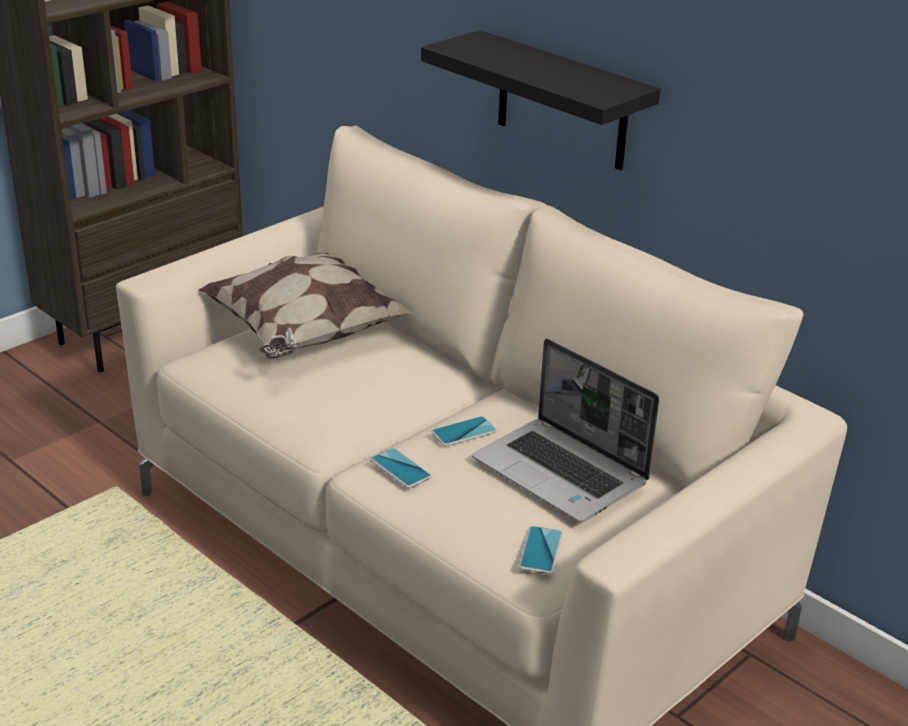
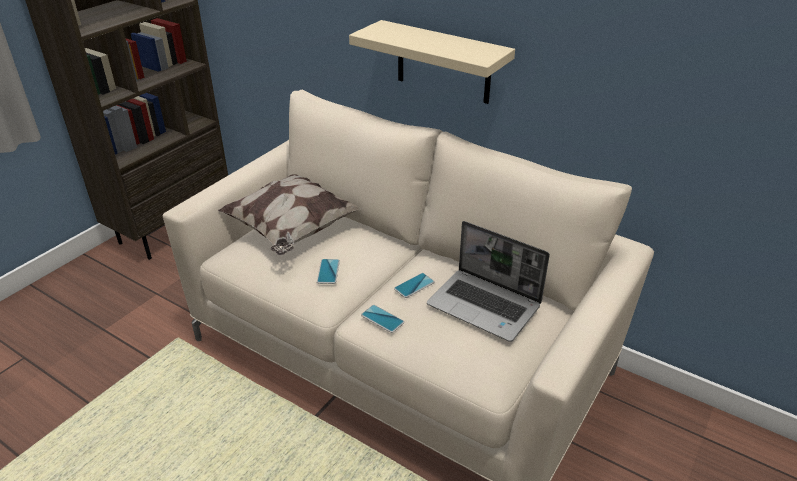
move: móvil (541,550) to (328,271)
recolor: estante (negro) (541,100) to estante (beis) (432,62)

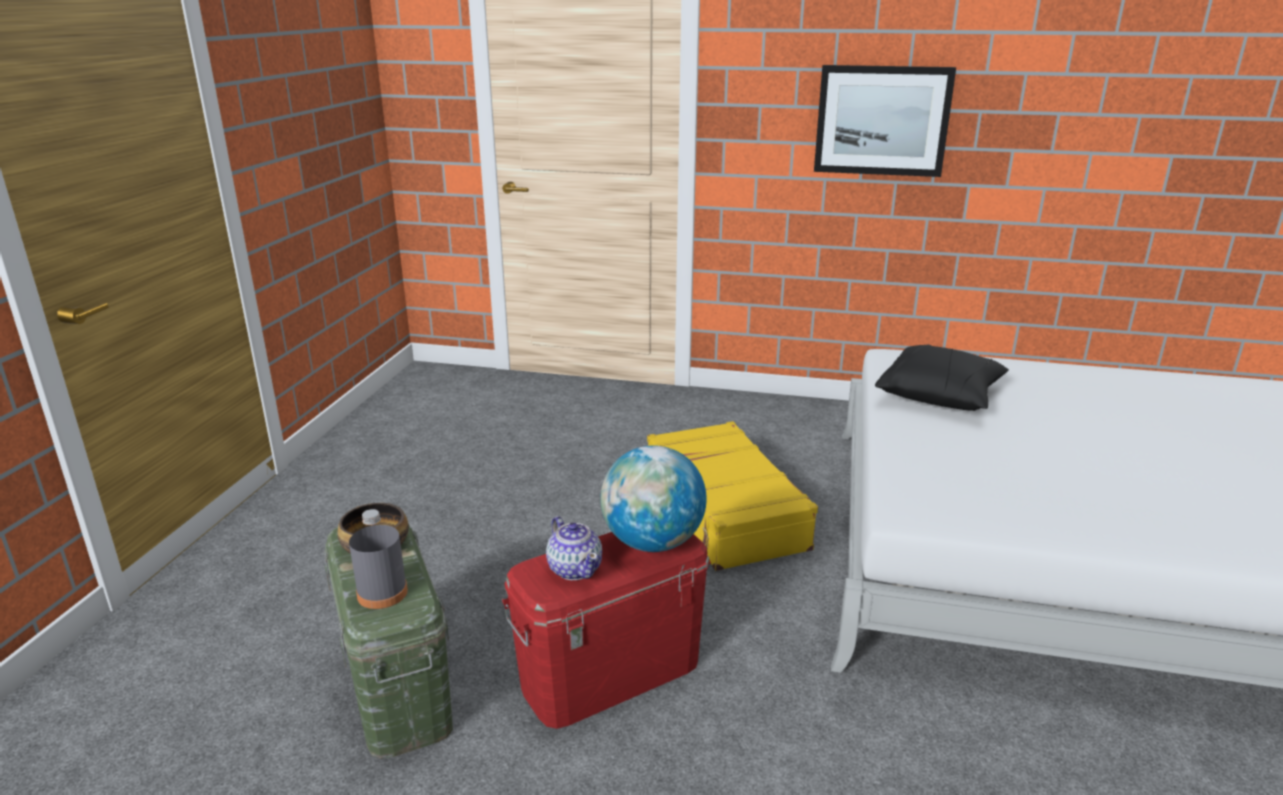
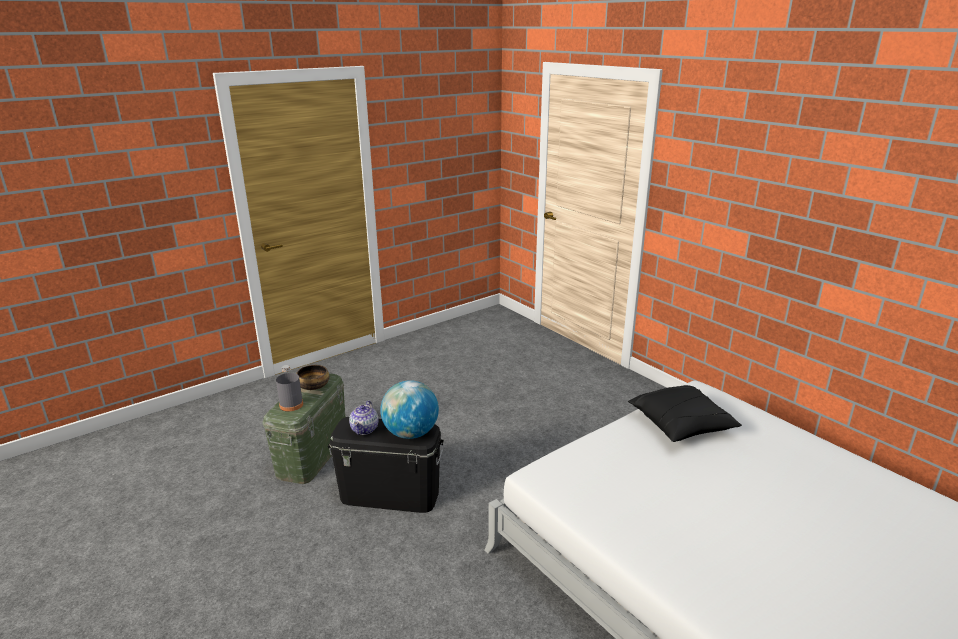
delete: cuadro (885,121); maleta (amarillo) (732,496)
recolor: caja de almacenaje (rojo) (606,630) to caja de almacenaje (negro) (386,465)

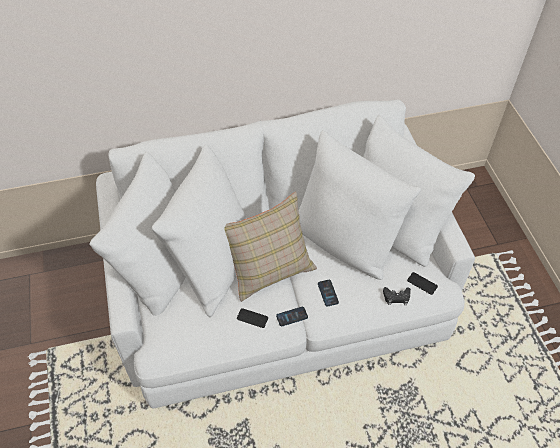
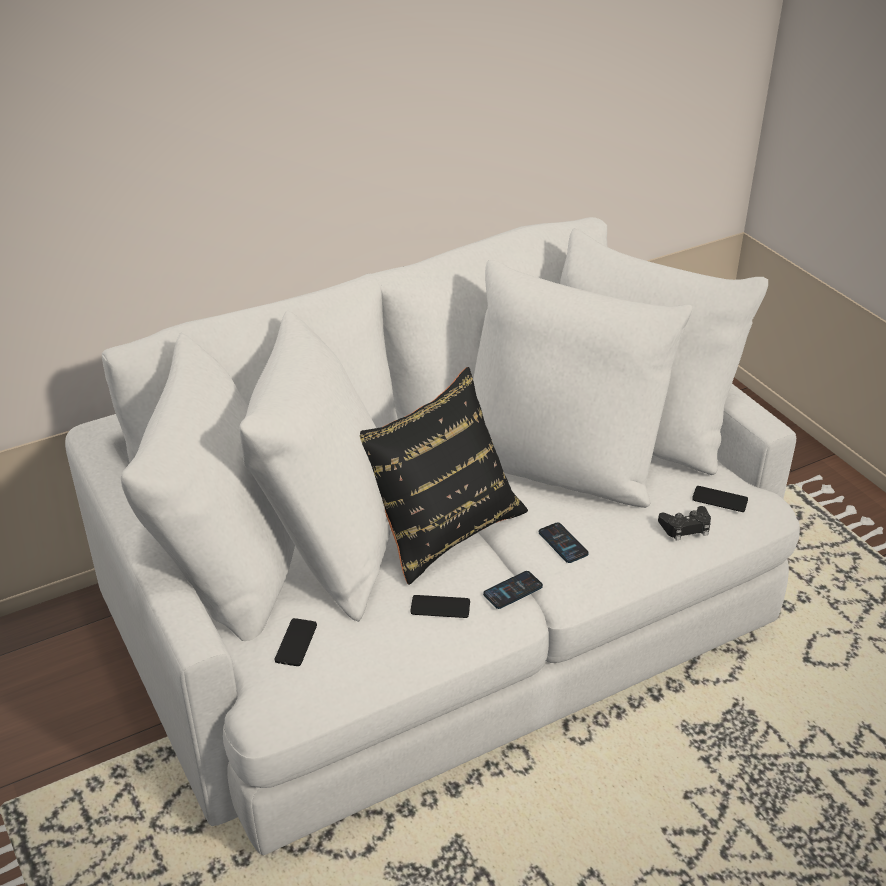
insert: móvil (296,642)
recolor: cojín (beis) (271,247) to cojín (negro) (444,476)

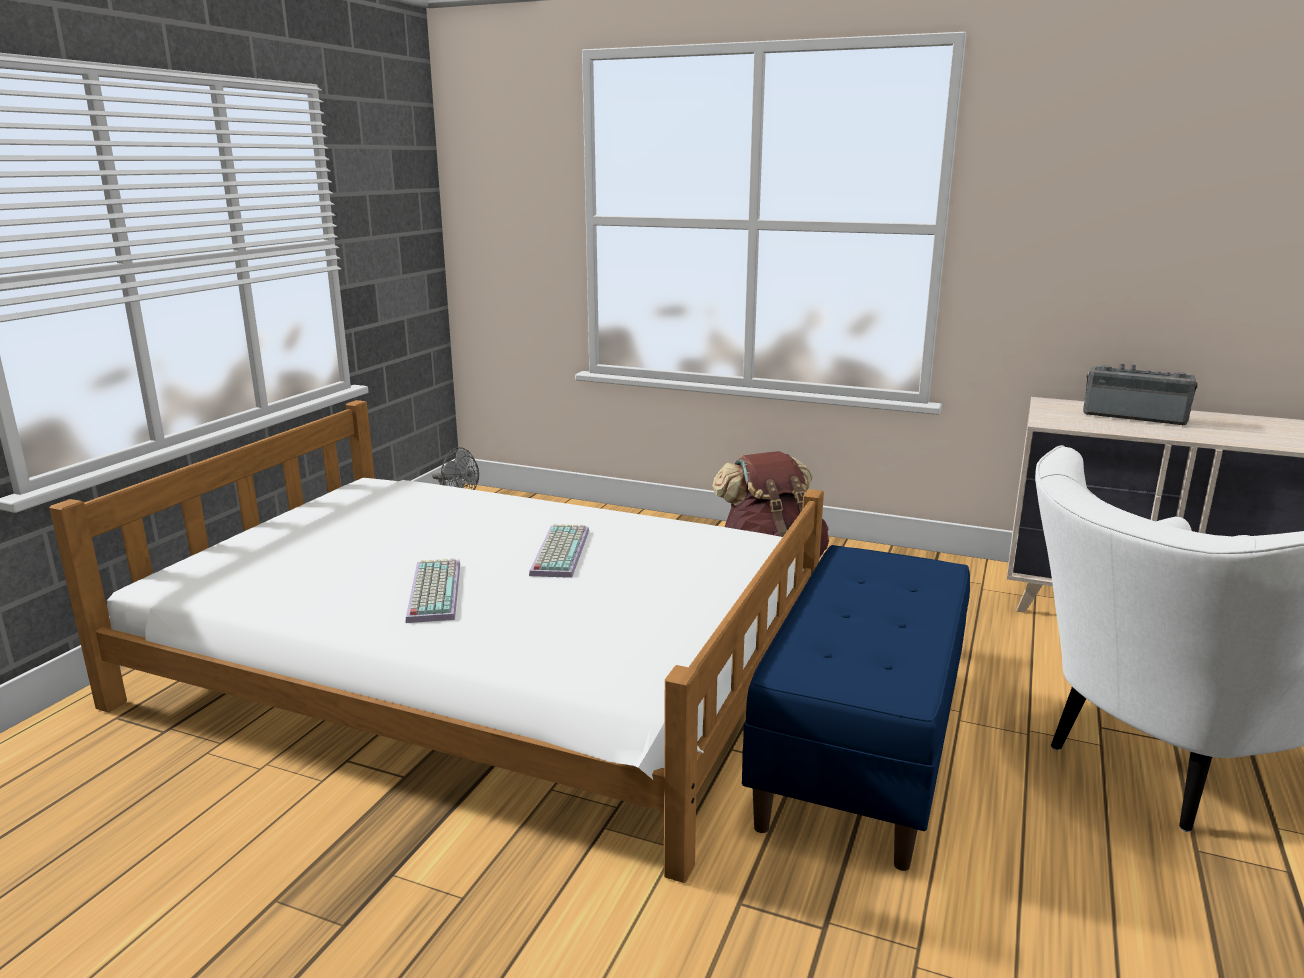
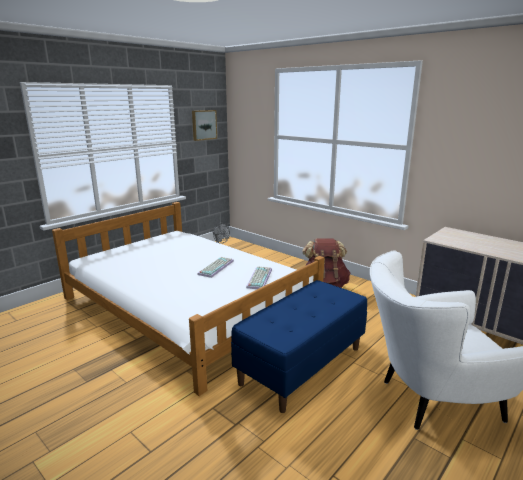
delete: radio (1140,395)
insert: cuadro (204,125)
move: teclado (432,590) to (259,277)

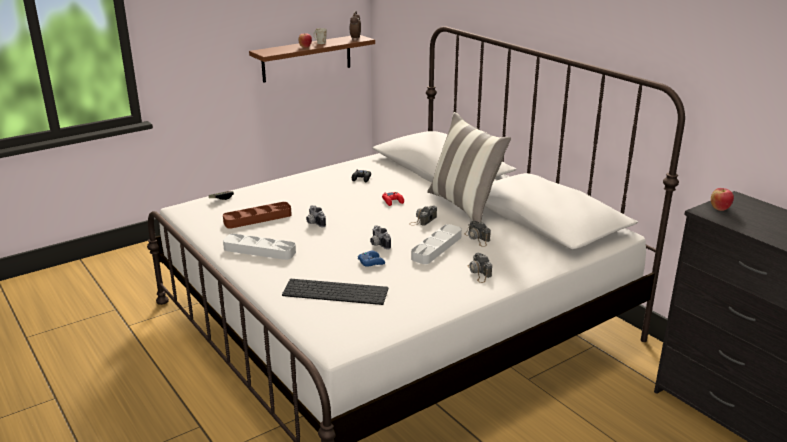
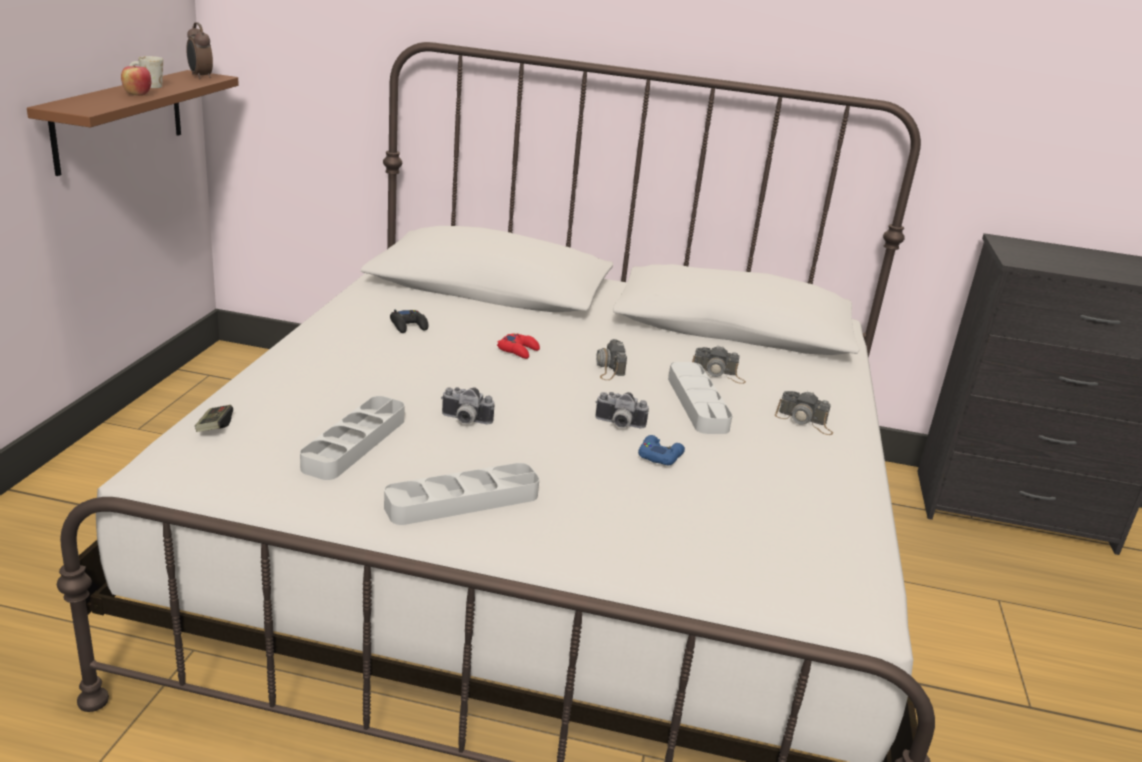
delete: cojín (469,167); manzana (722,199); teclado (335,292)
recolor: bandeja (marrón) (257,215) to bandeja (gris) (352,438)

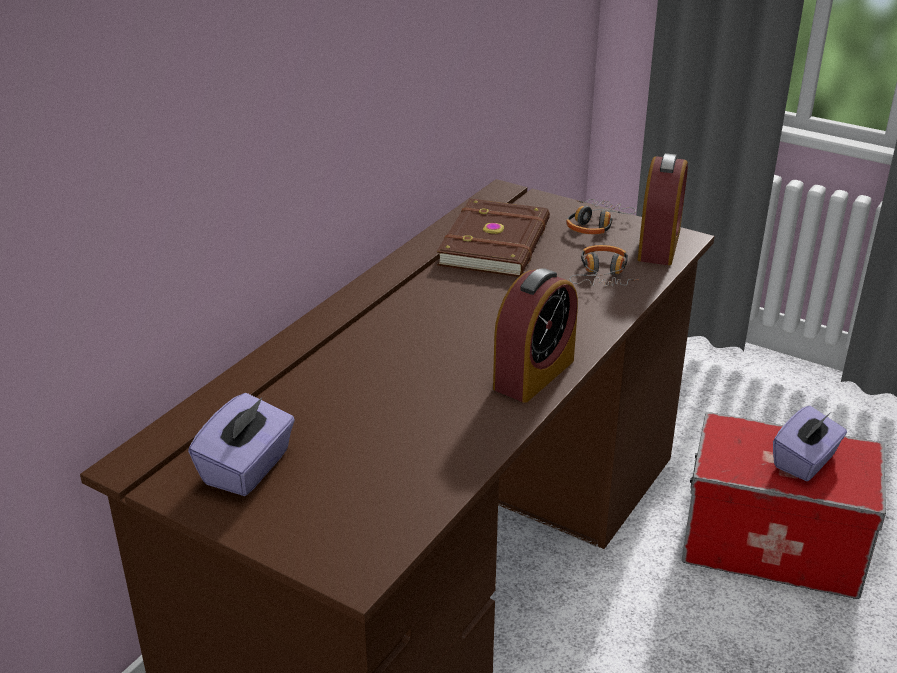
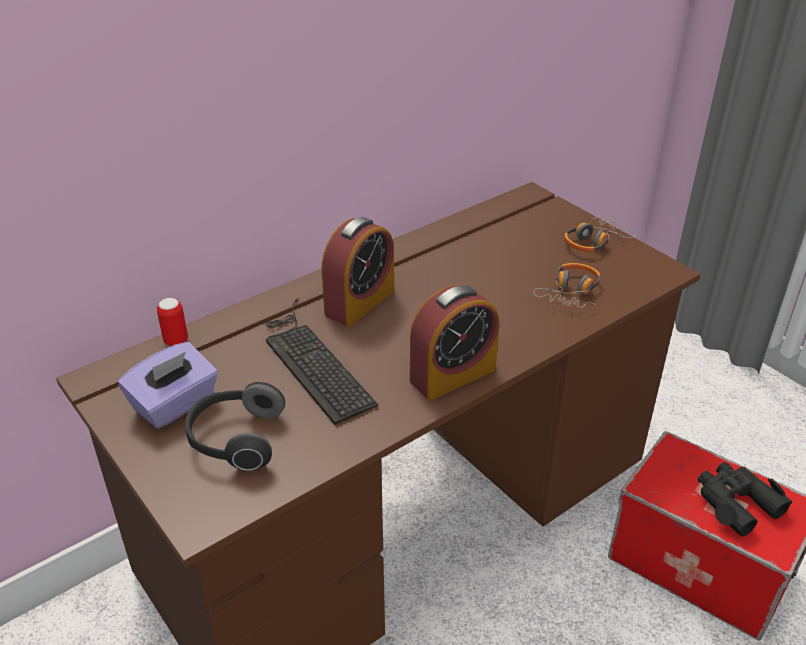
delete: libro (marrón) (493,237)
insert: lata (172,322); teclado (321,361); auriculares (235,426)
move: despertador (663,209) to (357,272)
replace: caja de pañuelos (morado) (810,443) to prismáticos (negro) (745,499)

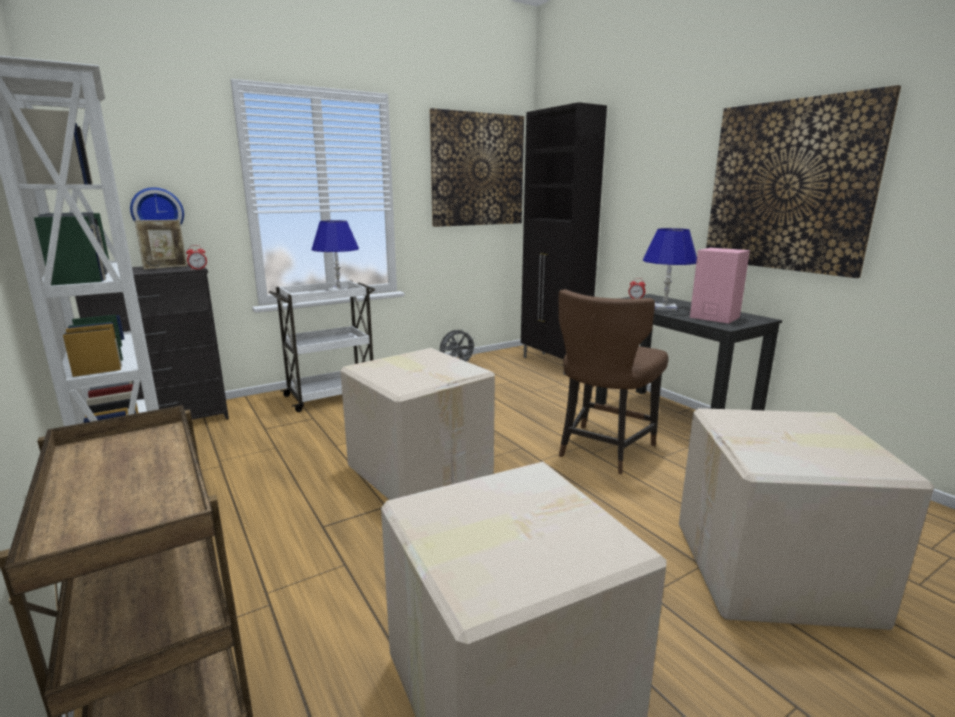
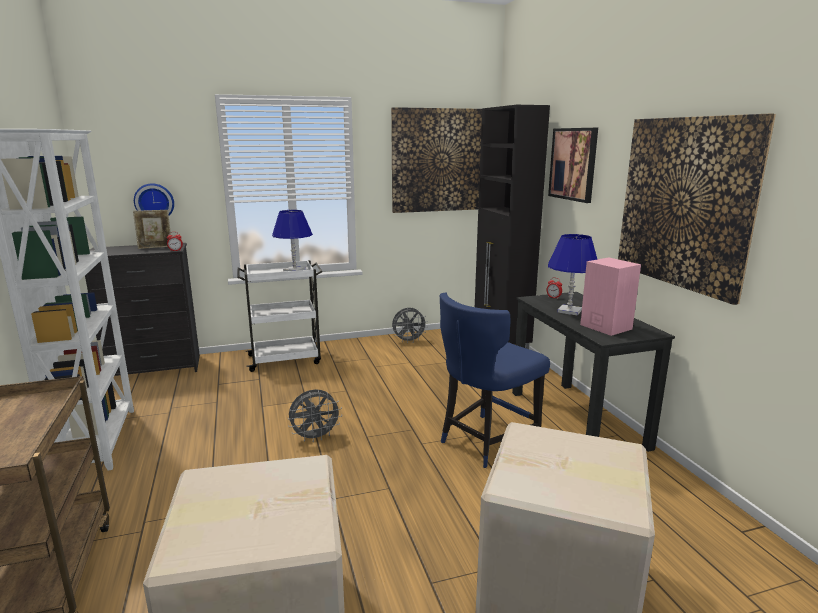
insert: cuadro (573,165)
replace: caja de cartón (417,424) to ventilador (gris) (315,415)
recolor: silla (marrón) (613,381) to silla (azul) (495,380)

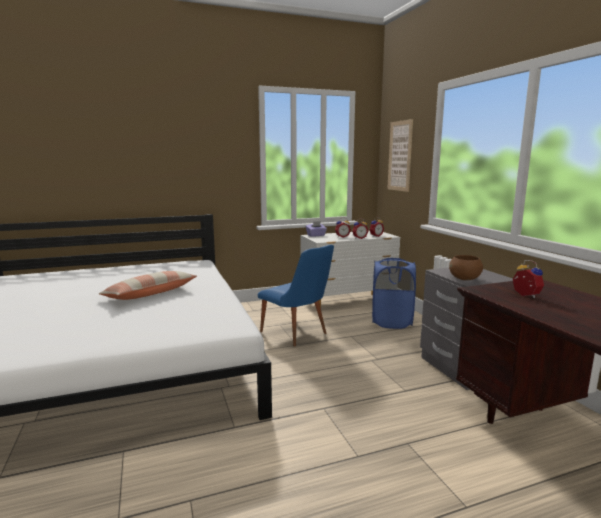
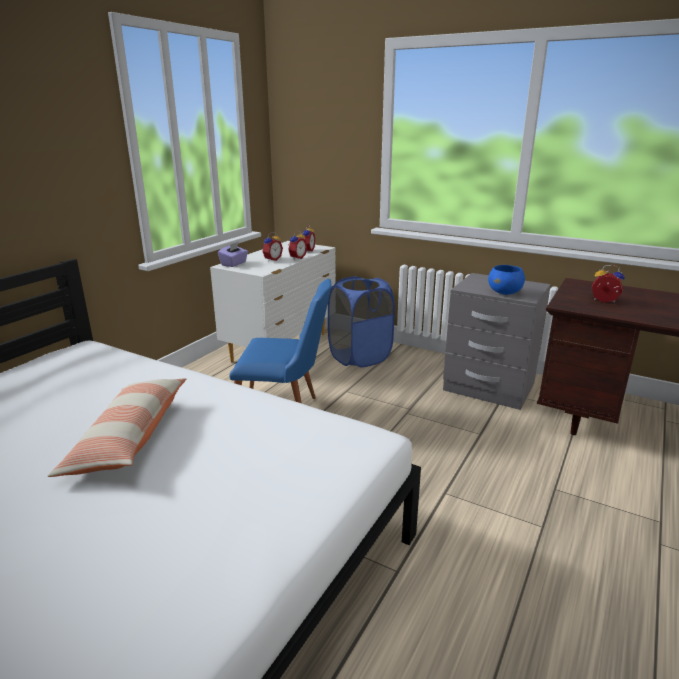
delete: cuadro (400,155)
recolor: cuenco (marrón) (466,267) to cuenco (azul) (506,280)

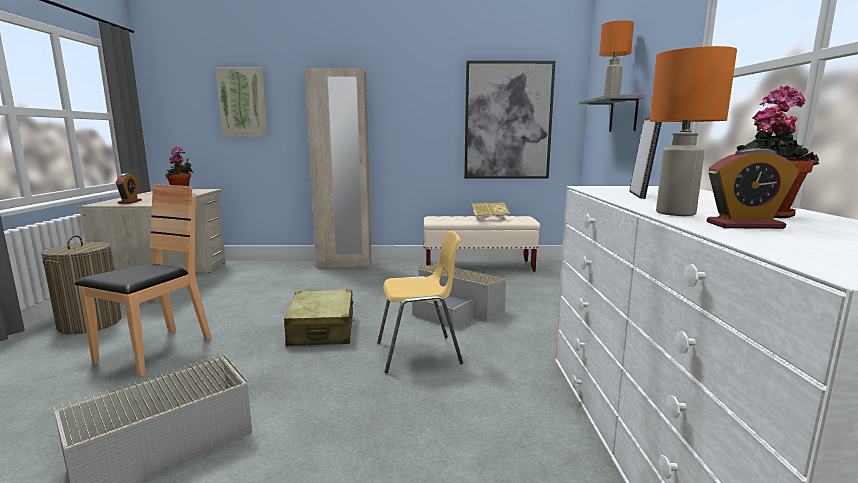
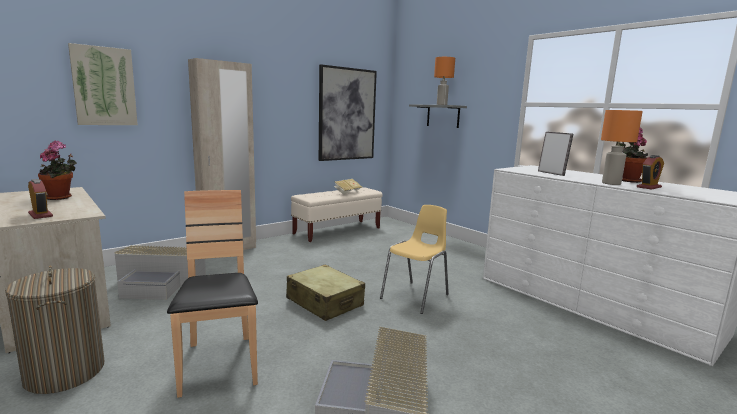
move: caja de almacenaje (gris) (459,296) to (160,272)

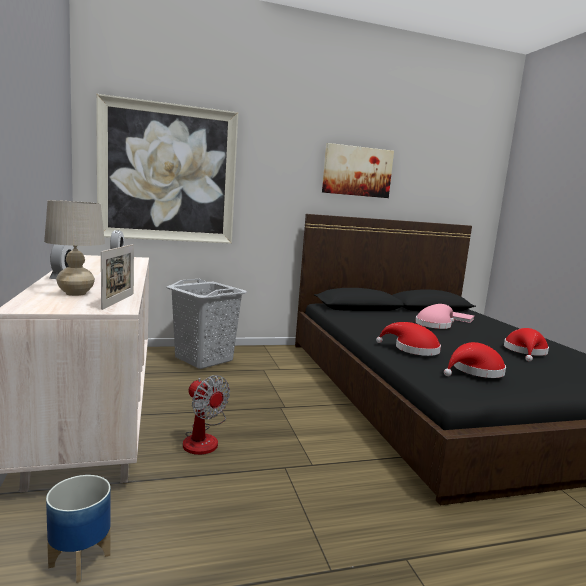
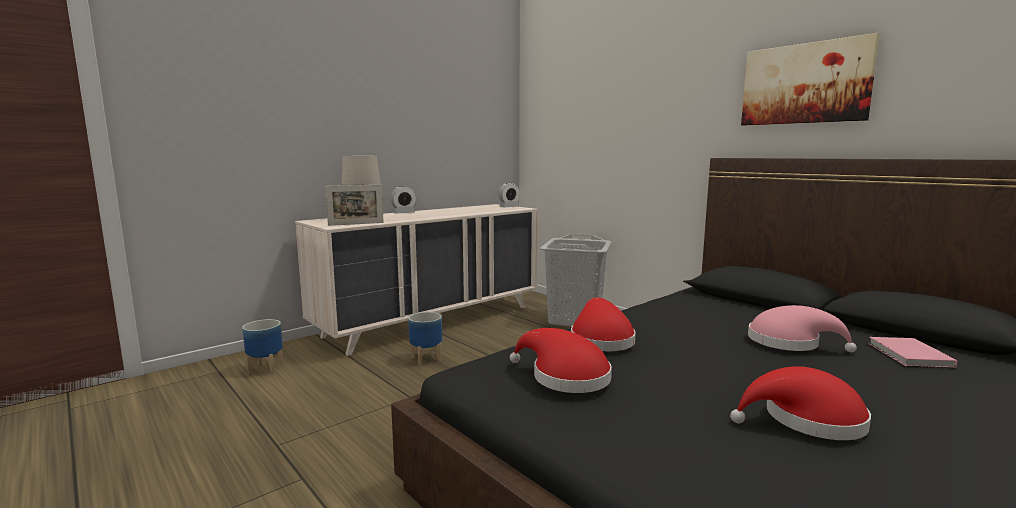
delete: cuadro (167,169)
replace: ventilador (206,415) to maceta (425,339)

